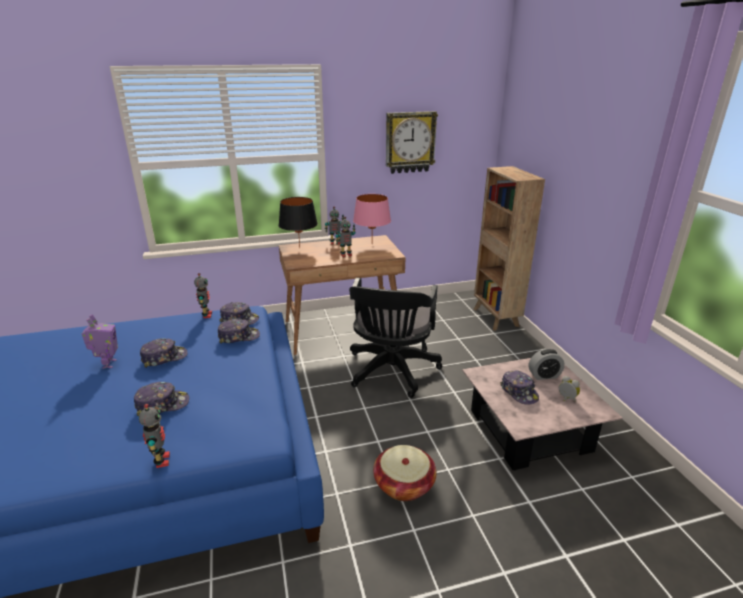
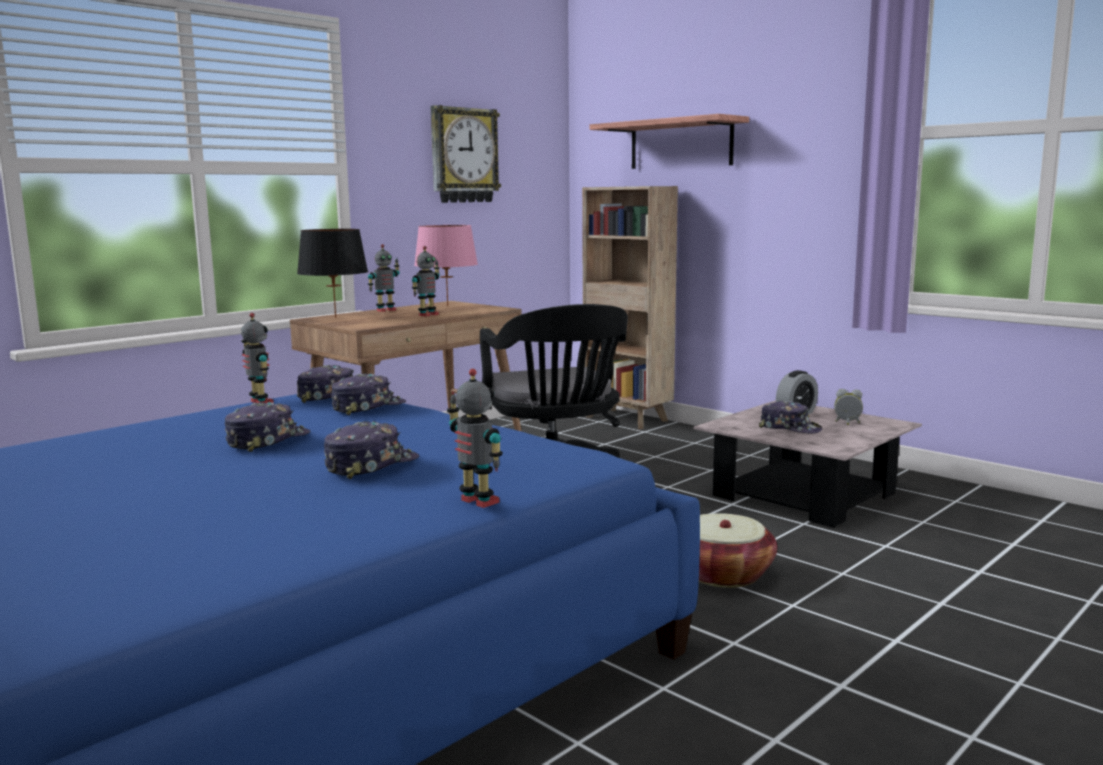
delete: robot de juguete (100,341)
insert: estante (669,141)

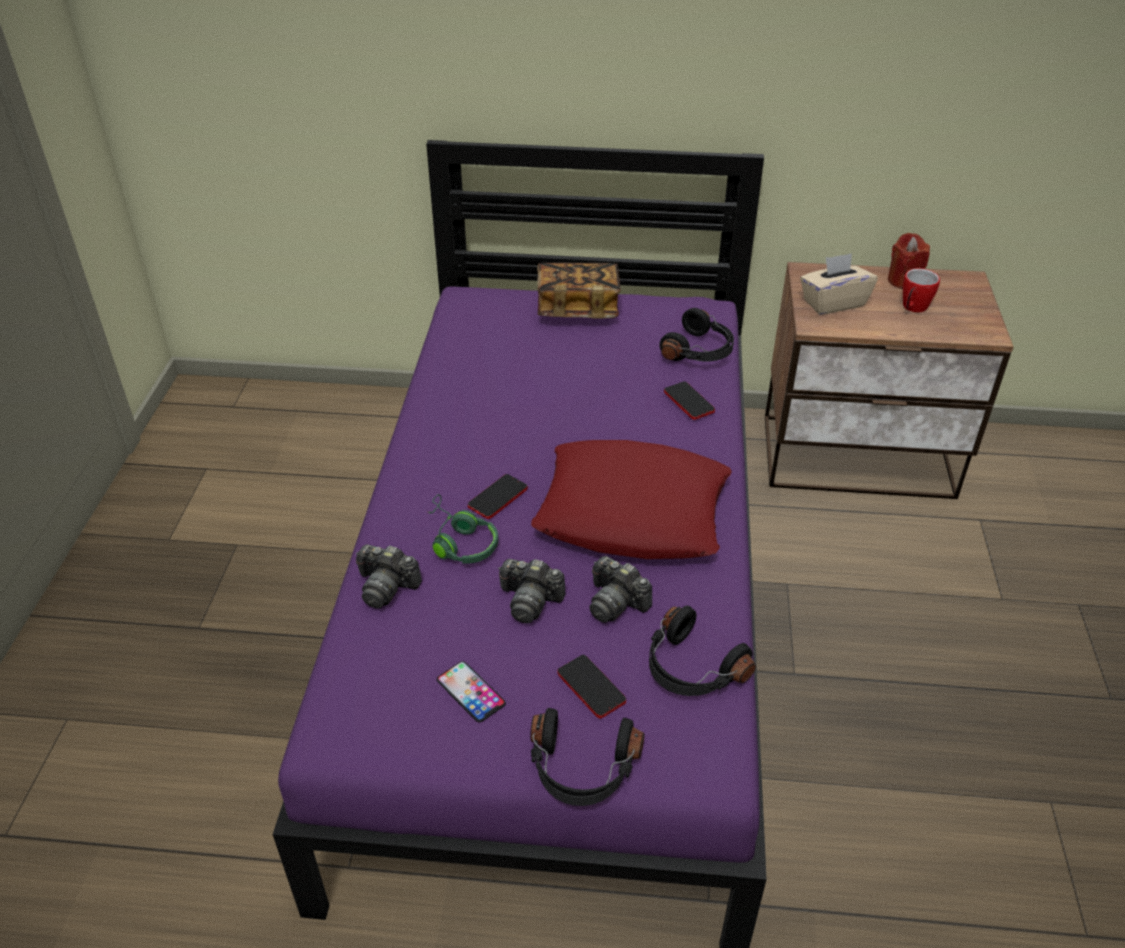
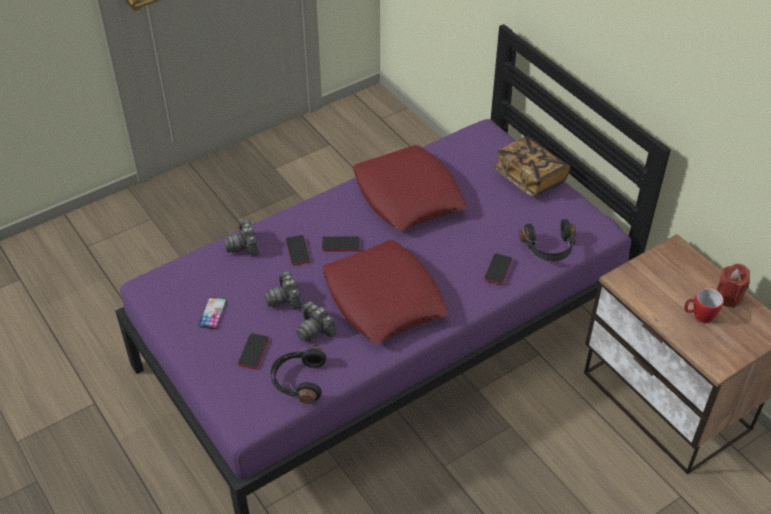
delete: caja de pañuelos (beis) (838,284); auriculares (negro) (587,757)
insert: cojín (rojo) (410,188)
replace: auriculares (verde) (463,529) to móvil (298,250)
rotate: cámara (620,589) = (316,321) 45 degrees counterclockwise

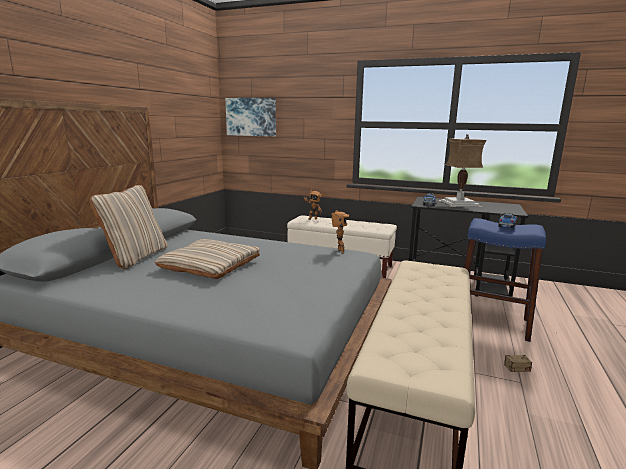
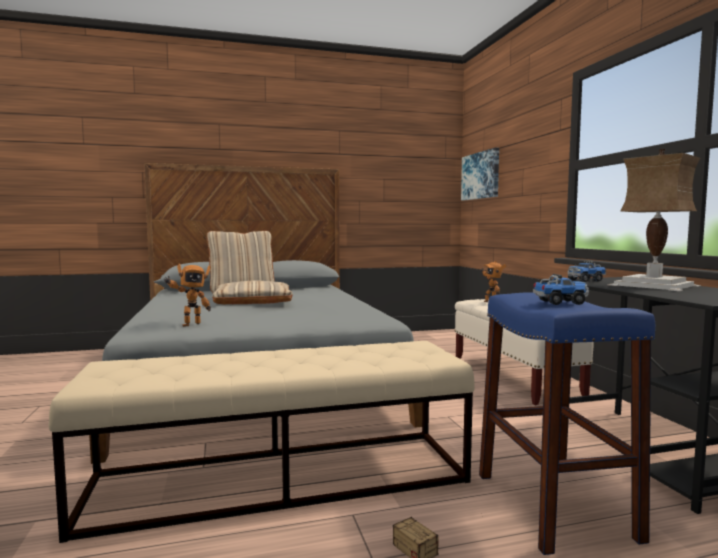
move: robot de juguete (340,232) to (187,295)

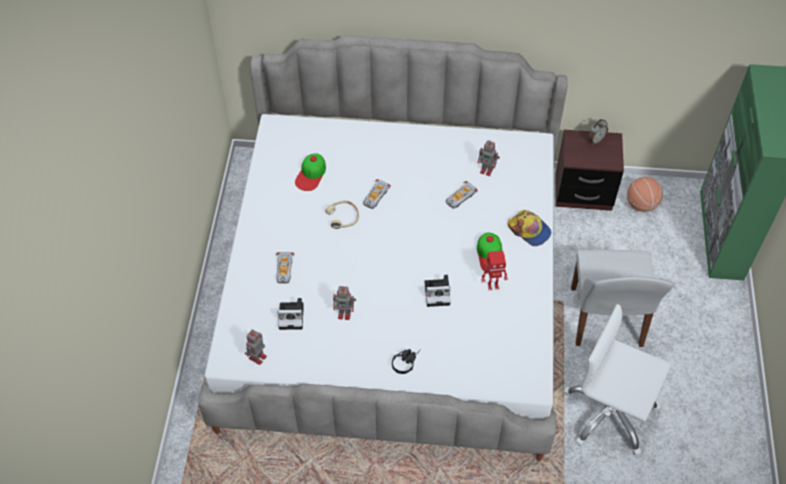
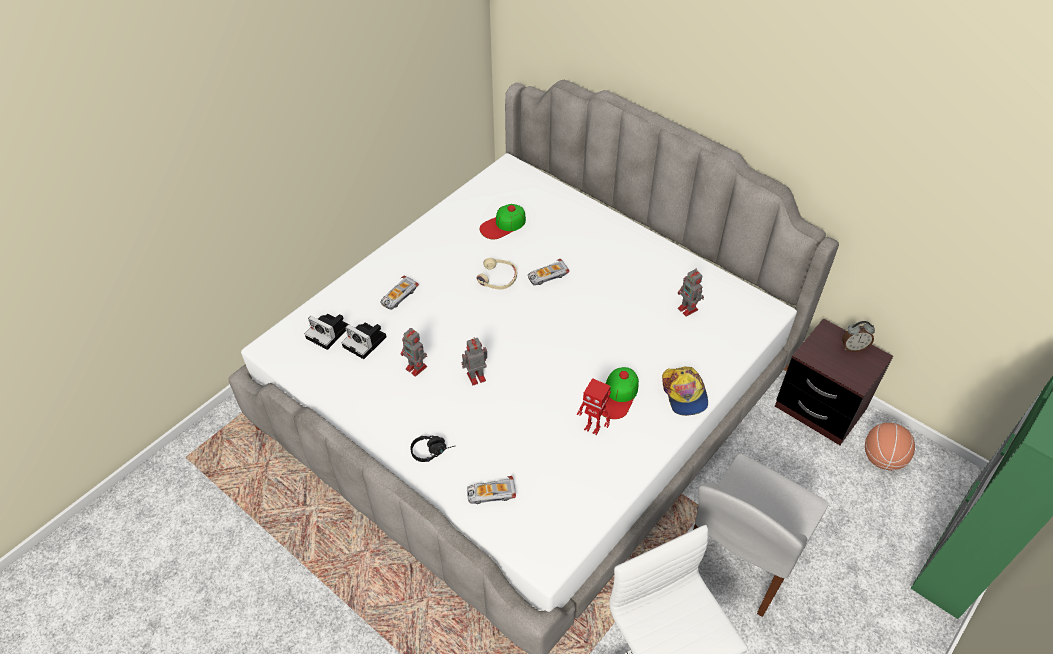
move: coche de juguete (462,195) to (491,490); cámara (438,291) to (326,332); robot de juguete (256,347) to (474,361)

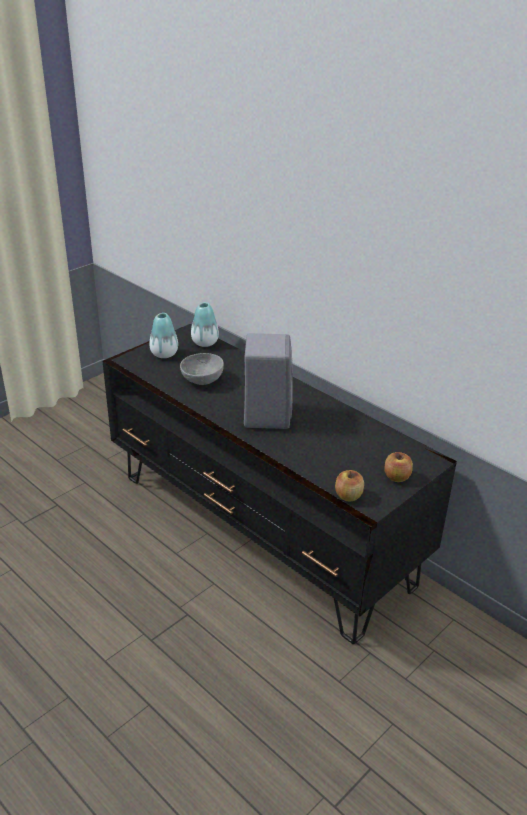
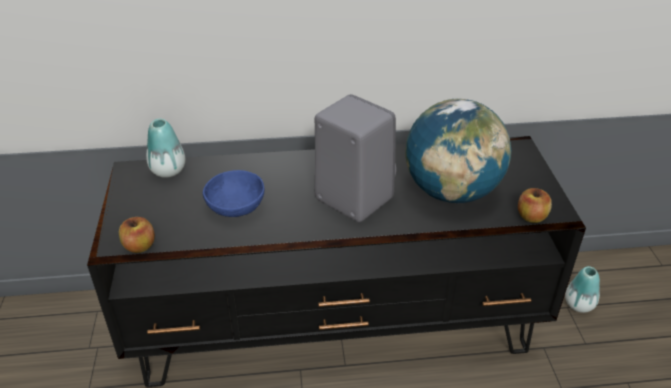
insert: globo terráqueo (458,150)
move: florero (163,335) to (582,289); manzana (398,467) to (137,235)
recolor: cuenco (gris) (202,369) to cuenco (azul) (233,193)

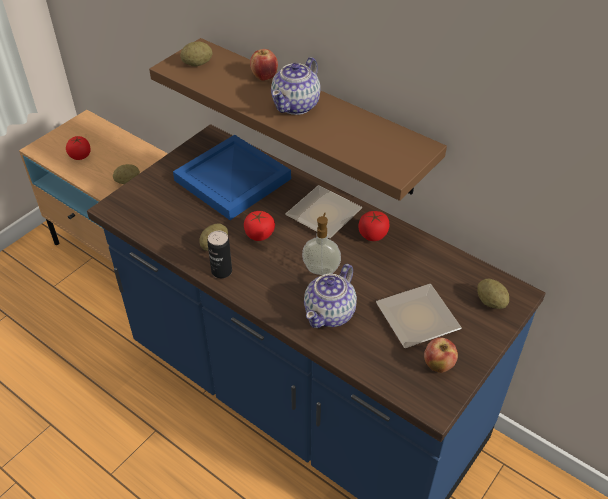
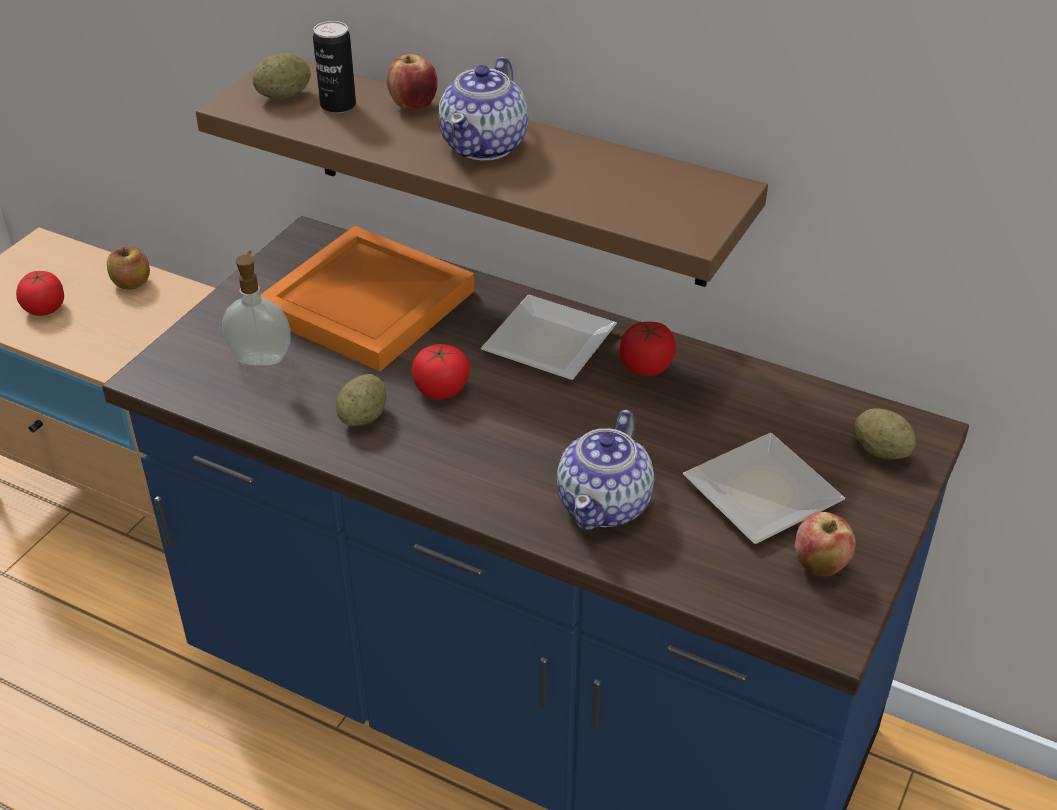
delete: patata (126,174)
insert: manzana (128,268)
move: dispensador de jabón (321,244) to (256,308); lata (219,254) to (334,67)
recolor: bandeja (azul) (232,177) to bandeja (naranja) (367,298)

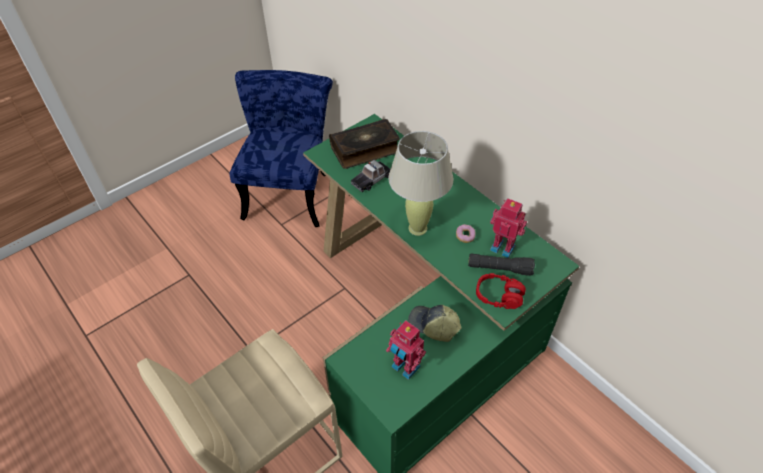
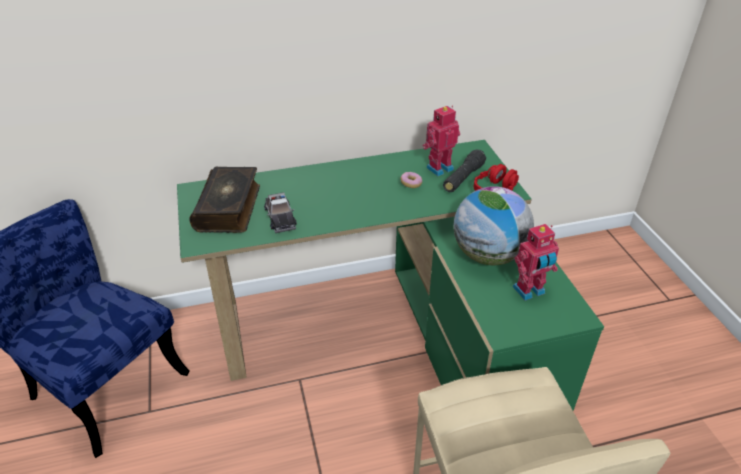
delete: lámpara de mesa (beis) (421,183)
replace: gorra (435,323) to globo terráqueo (493,225)

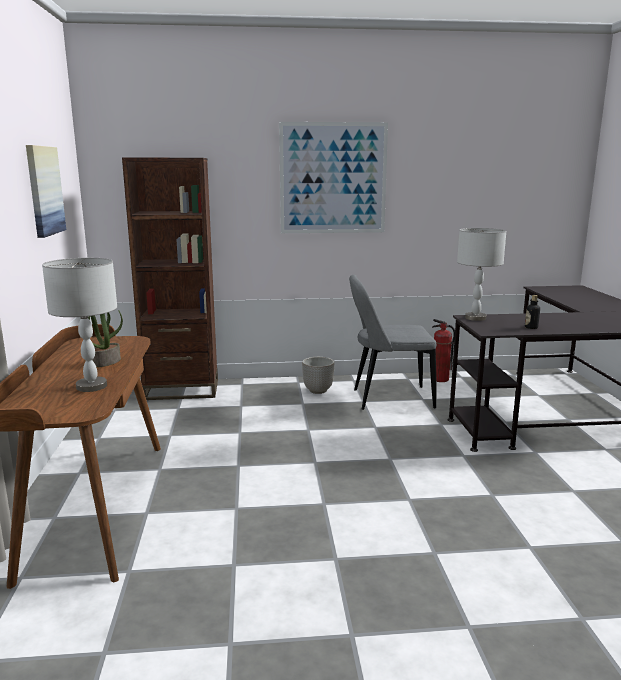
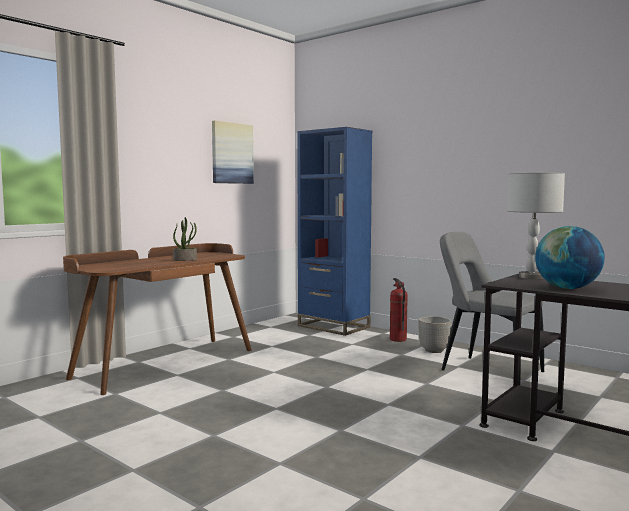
delete: cuadro (333,177); lámpara de mesa (gris) (79,325)
move: extintor (443,350) to (399,310)
replace: botella (532,312) to globo terráqueo (570,257)
recolor: estantería (marrón) (170,279) to estantería (azul) (334,231)

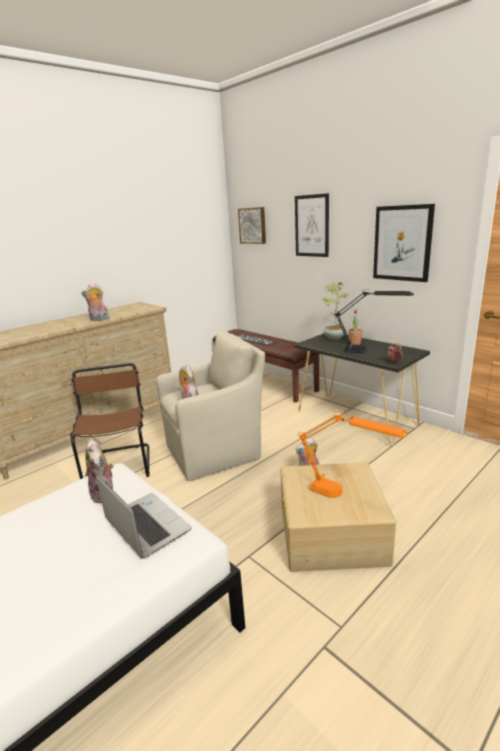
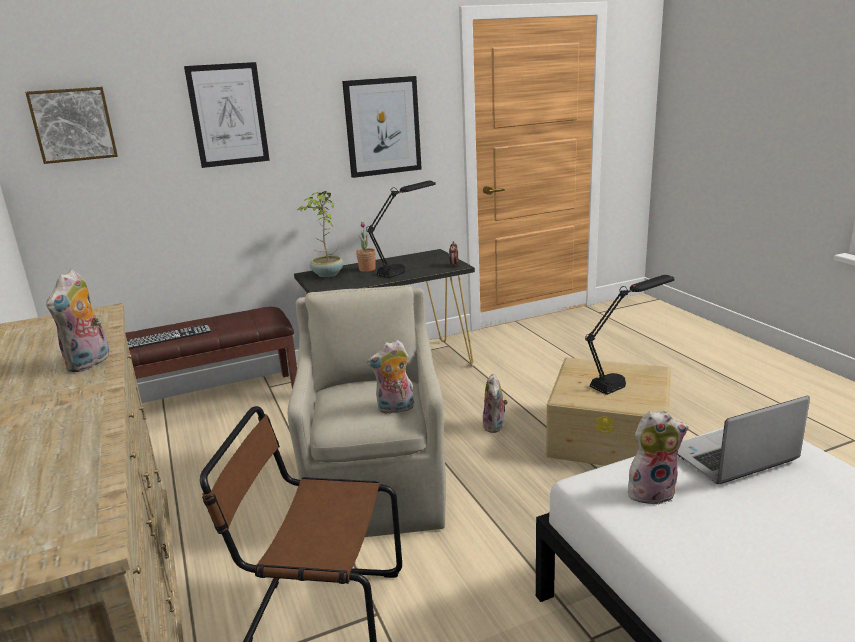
recolor: lámpara de mesa (naranja) (353,455) to lámpara de mesa (negro) (630,335)

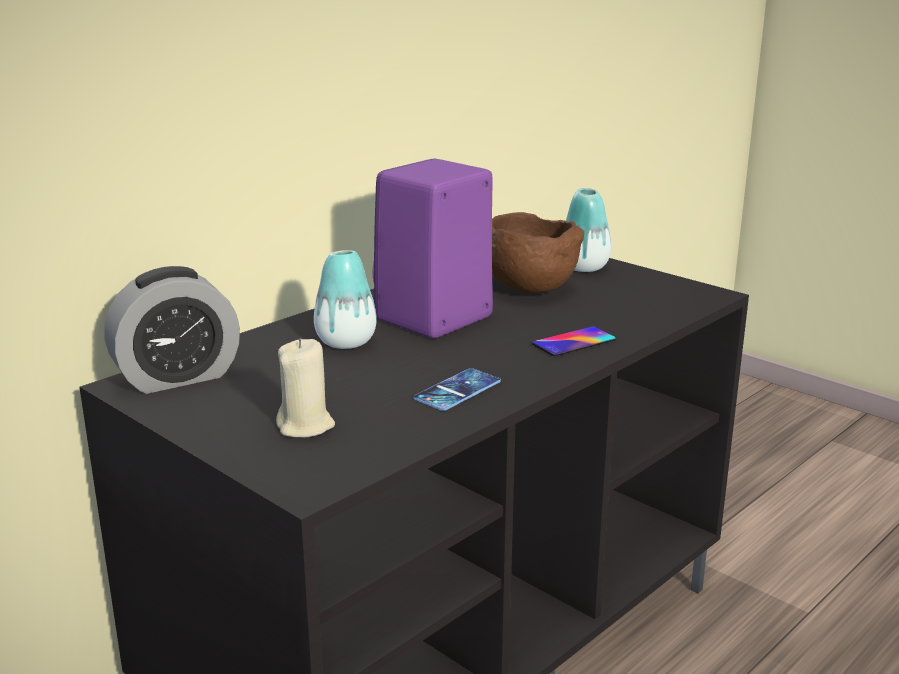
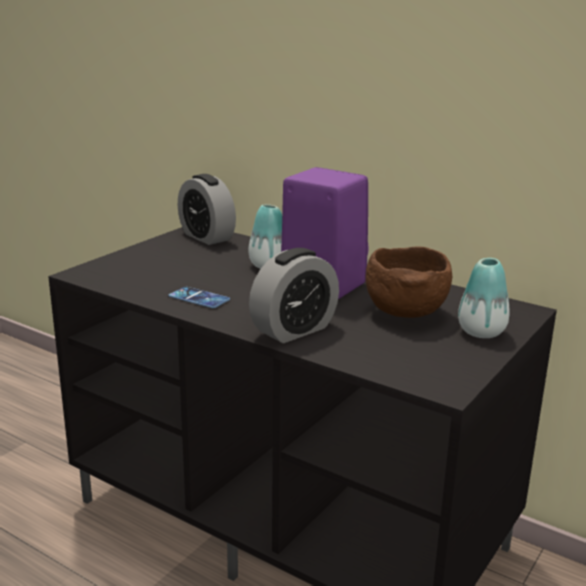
delete: vela (beis) (305,388)
replace: móvil (574,341) to despertador (294,295)

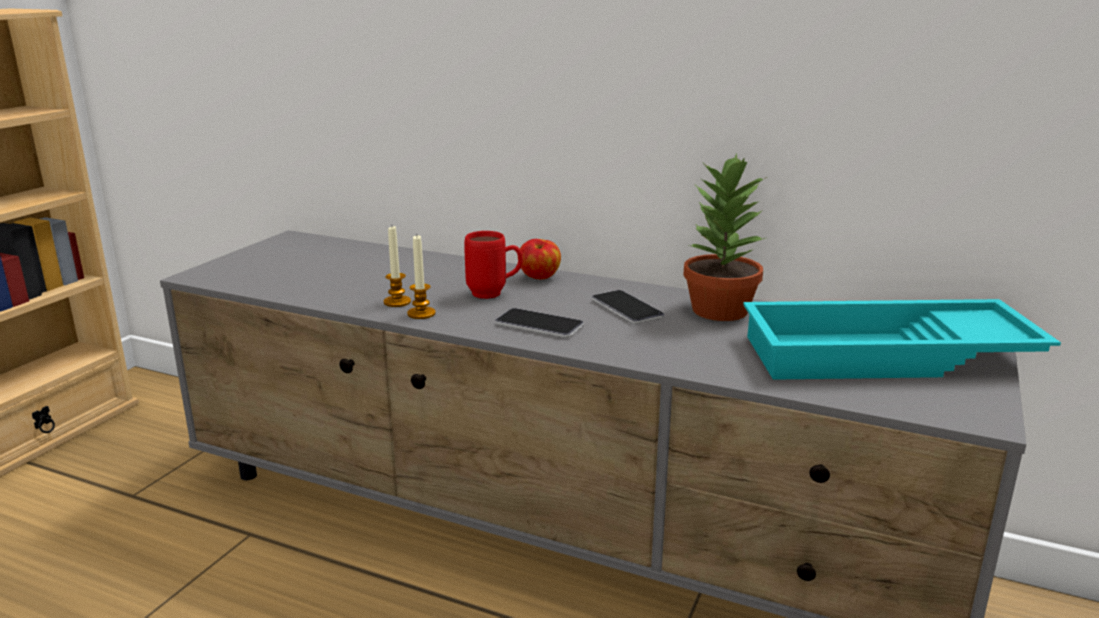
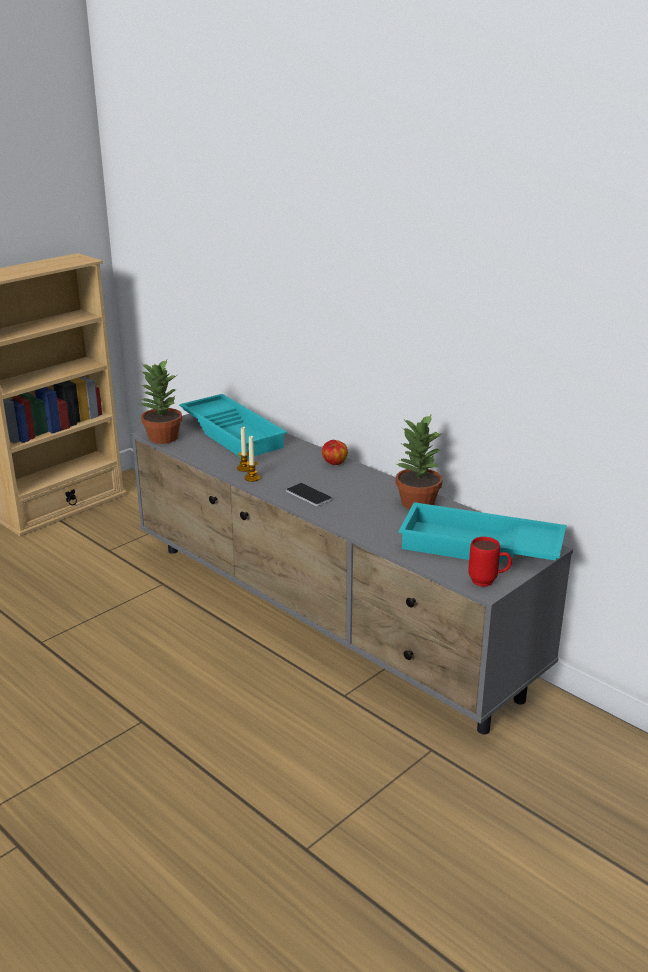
delete: móvil (627,307)
insert: planta en maceta (160,402); bandeja (turquesa) (233,426)
move: taza grande (rojo) (493,265) to (490,562)

